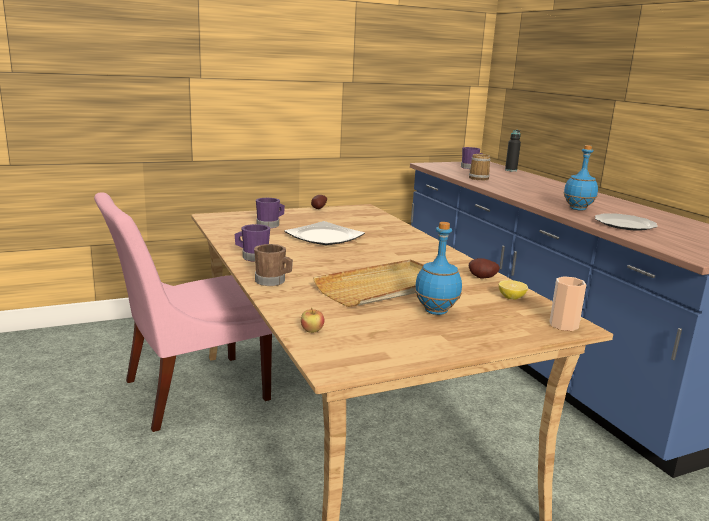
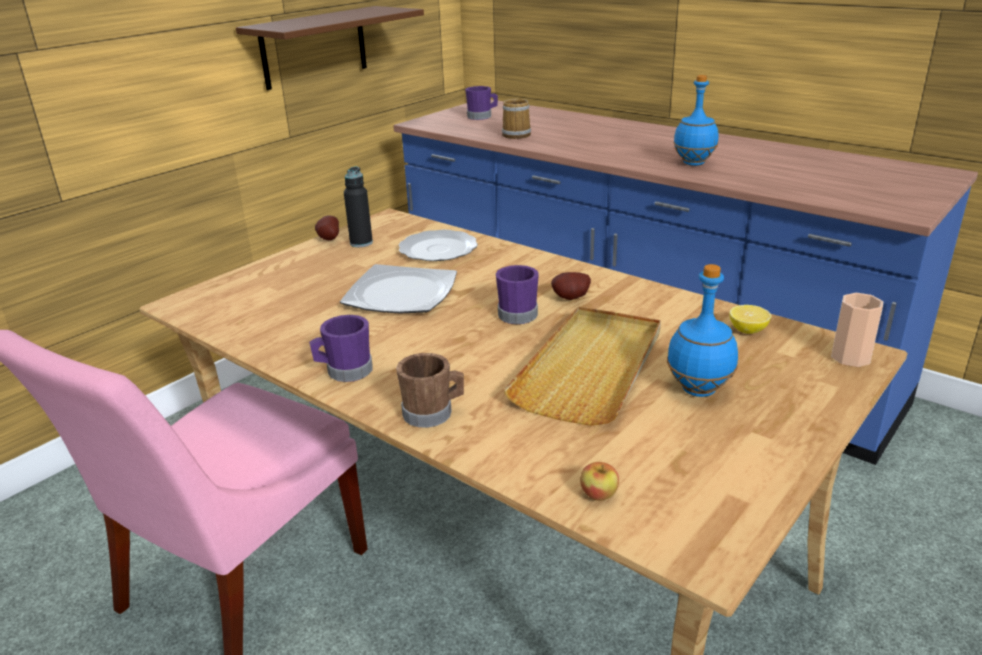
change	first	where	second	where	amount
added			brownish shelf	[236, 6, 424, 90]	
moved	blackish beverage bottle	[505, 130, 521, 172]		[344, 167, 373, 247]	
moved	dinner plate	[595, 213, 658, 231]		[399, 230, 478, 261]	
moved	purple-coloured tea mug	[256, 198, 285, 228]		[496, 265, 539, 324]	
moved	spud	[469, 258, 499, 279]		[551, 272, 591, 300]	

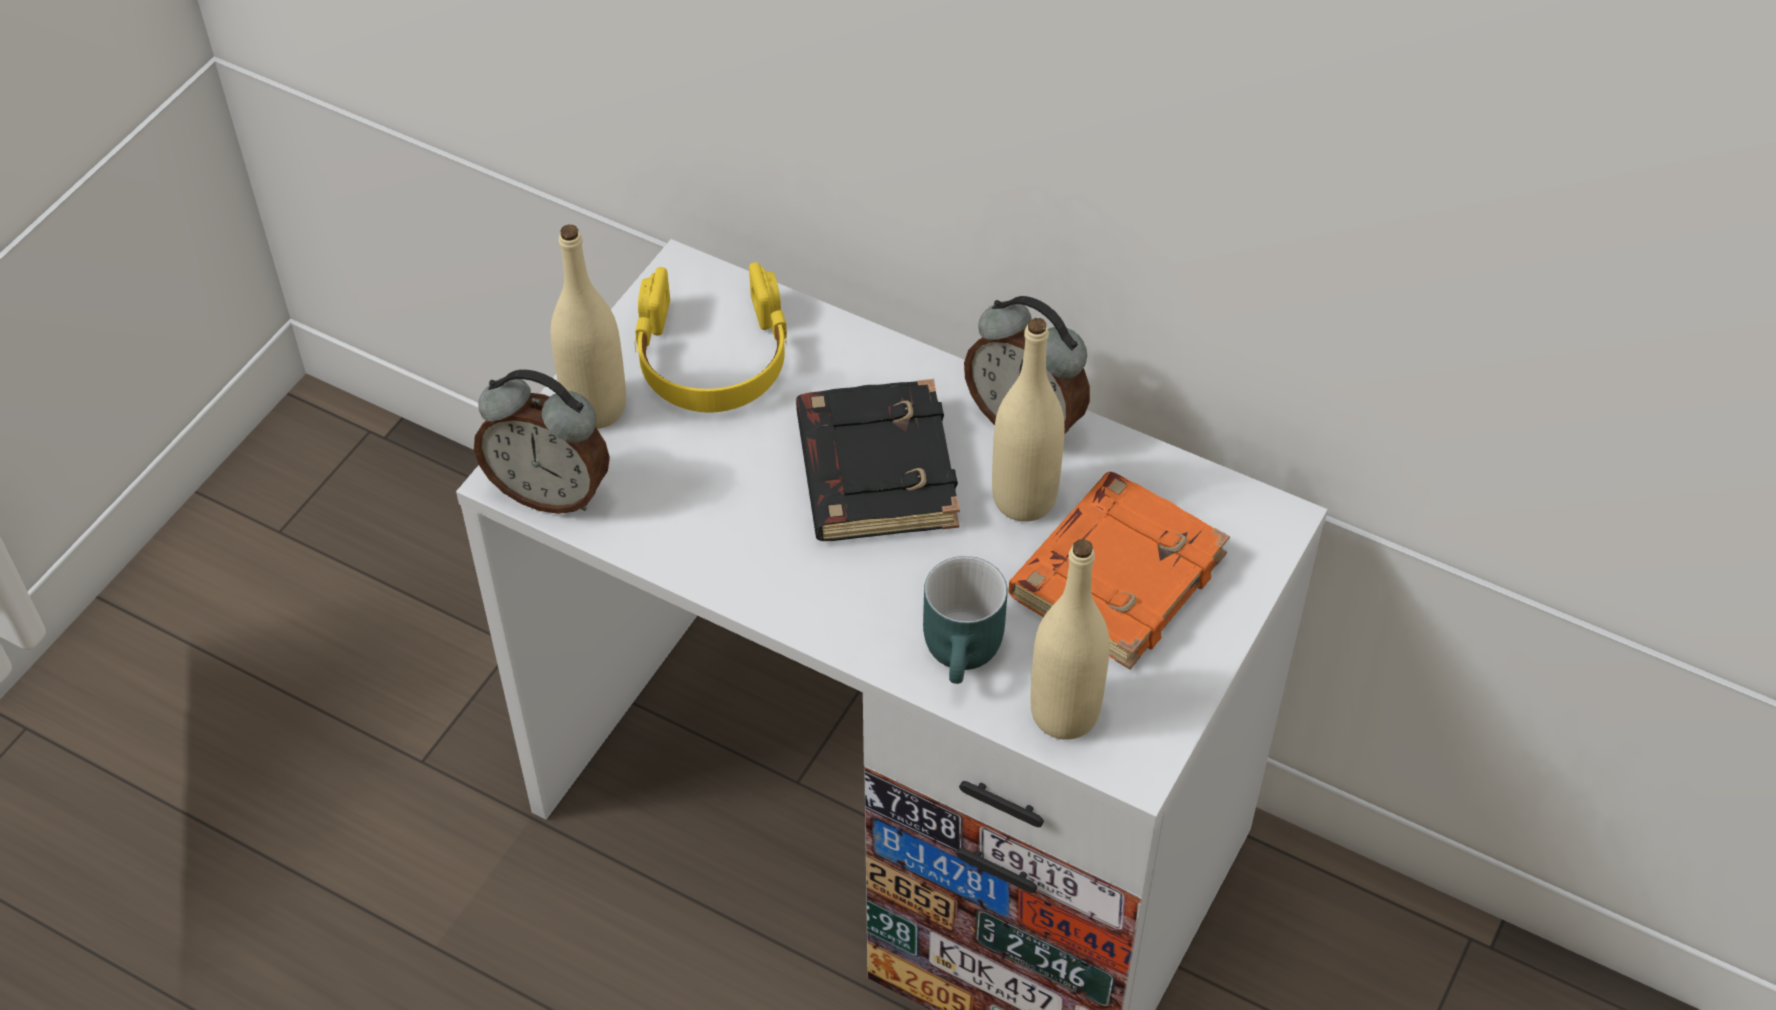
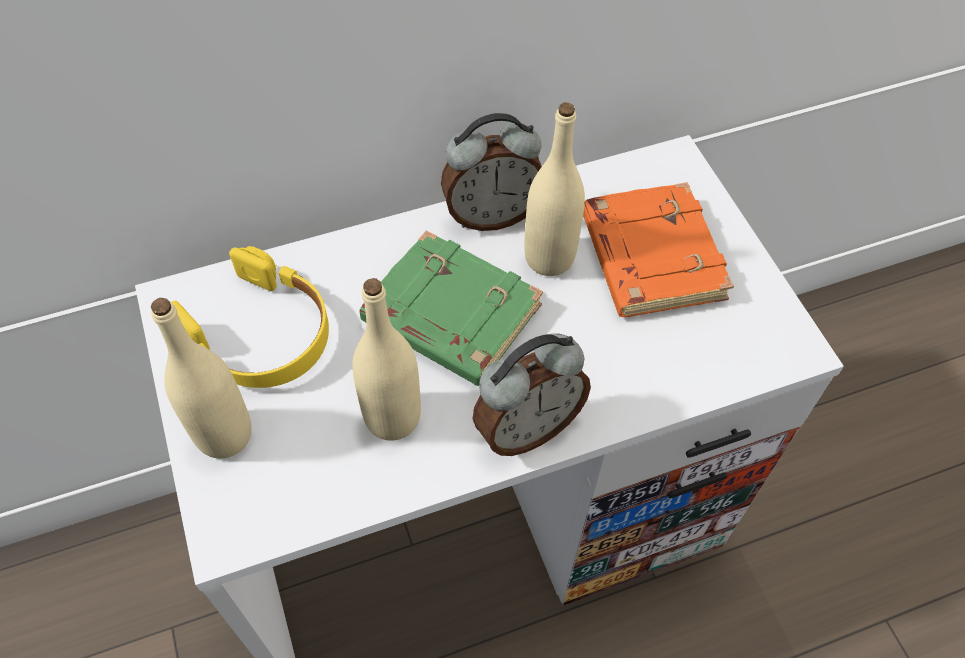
change	first	where	second	where	amount
moved	beige beverage bottle	[1030, 539, 1110, 740]		[353, 278, 421, 441]	
recoloured	blackish book	[796, 379, 960, 541]	green-coloured book	[359, 230, 543, 386]	
moved	alarm clock	[474, 370, 610, 514]		[473, 334, 591, 456]	
removed	turquoise-coloured tea mug	[923, 556, 1007, 684]			

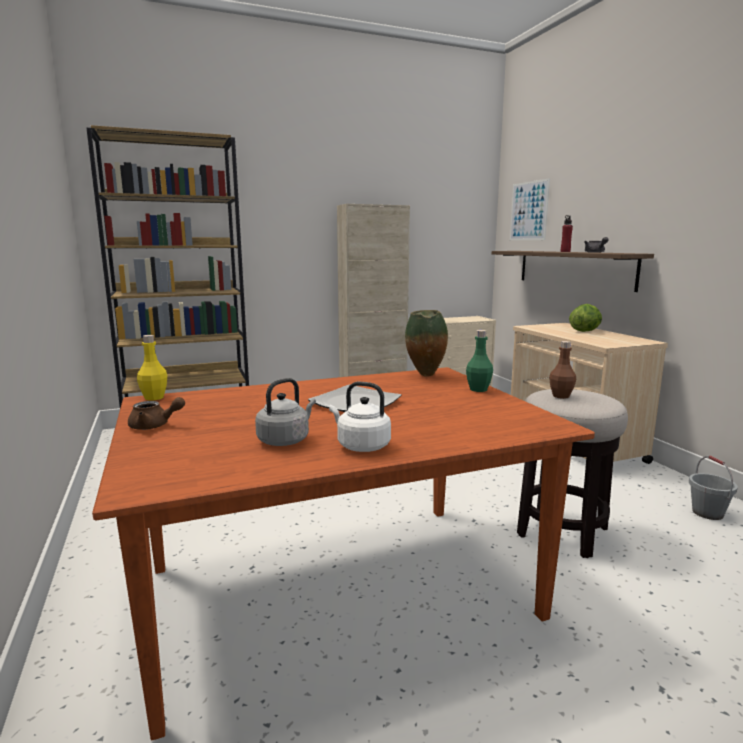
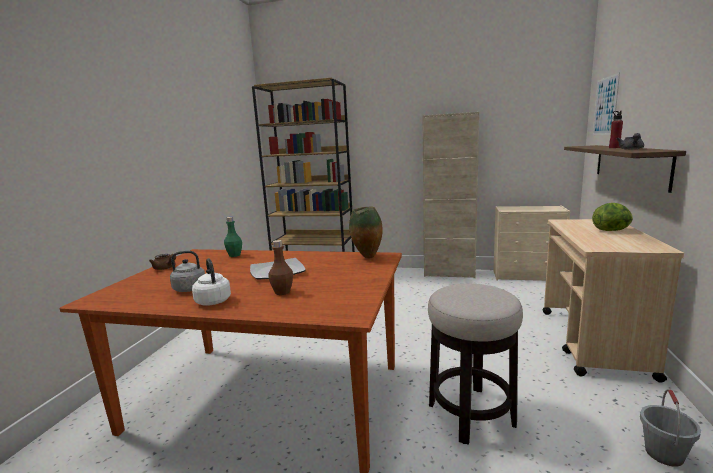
change	first	where	second	where	amount
moved	green-coloured beverage bottle	[466, 330, 493, 392]		[224, 217, 242, 257]	
moved	brownish beverage bottle	[549, 341, 576, 399]		[268, 240, 293, 295]	
removed	yellow-coloured beverage bottle	[137, 335, 167, 400]			

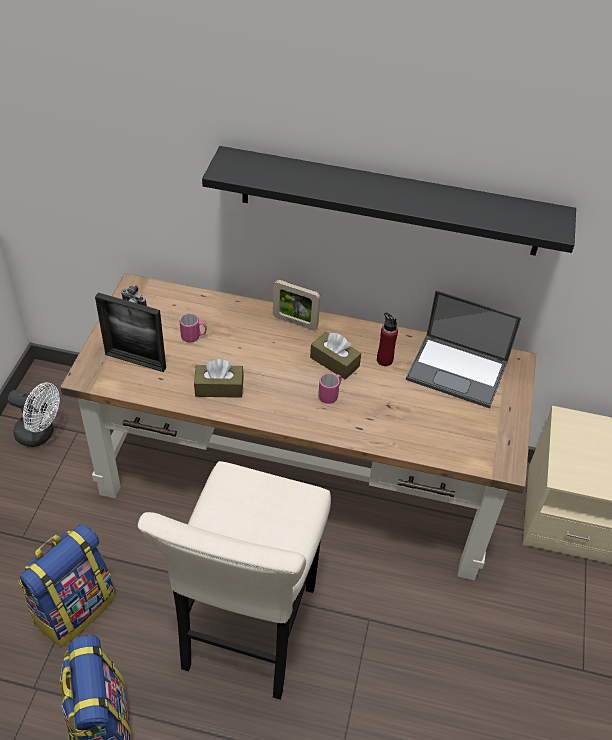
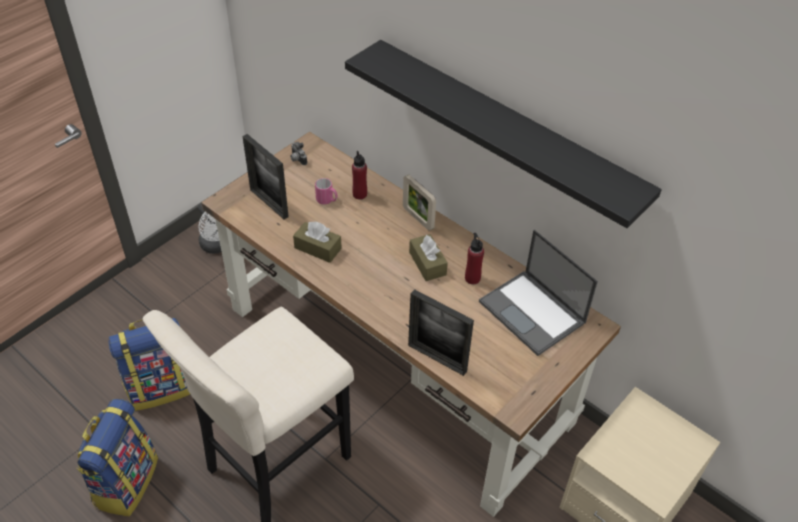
change	first	where	second	where	amount
added			red-coloured beverage bottle	[352, 151, 367, 200]	
added			standing frame	[408, 289, 474, 376]	
removed	pink tea mug	[318, 373, 341, 404]			

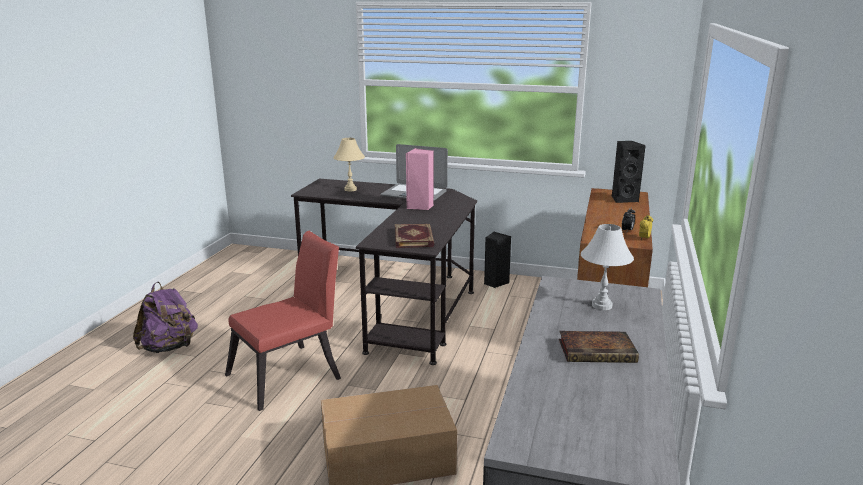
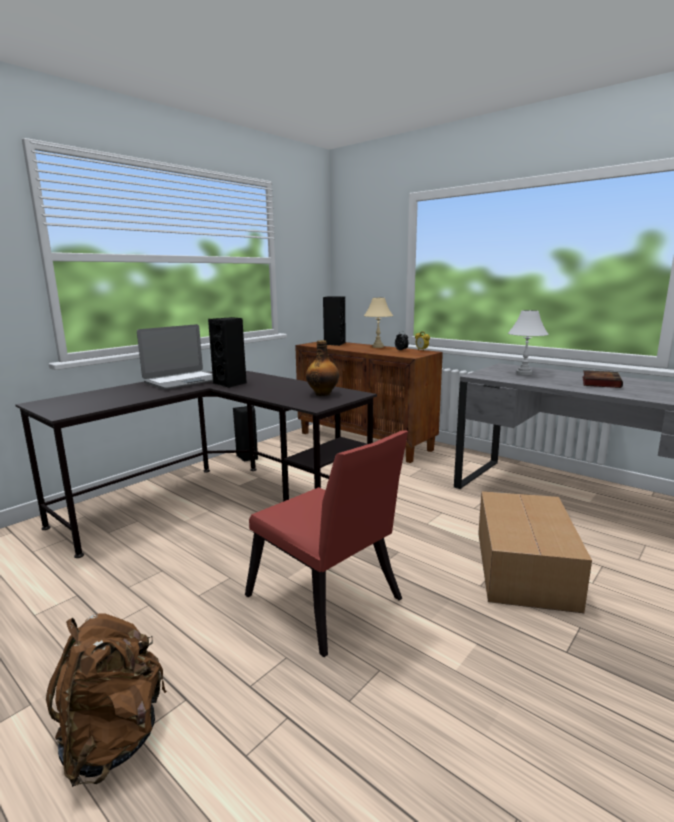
change	first	where	second	where	amount
recoloured	purple-coloured backpack	[133, 282, 198, 353]	brownish backpack	[46, 613, 167, 787]	
recoloured	pink audio speaker	[406, 148, 434, 210]	blackish audio speaker	[208, 317, 247, 388]	
turned	red-coloured chair	[225, 231, 341, 411]		[245, 431, 408, 657]	150 degrees clockwise
replaced	book	[395, 223, 434, 248]	beverage bottle	[306, 340, 339, 396]	
moved	beige table lamp	[333, 138, 365, 191]		[364, 297, 393, 348]	

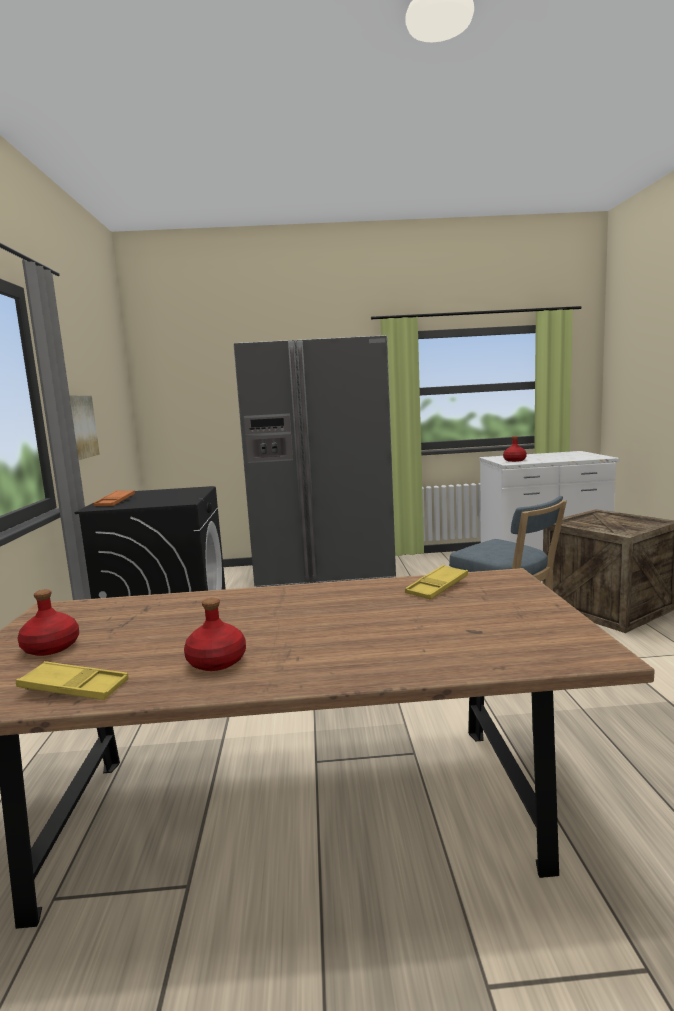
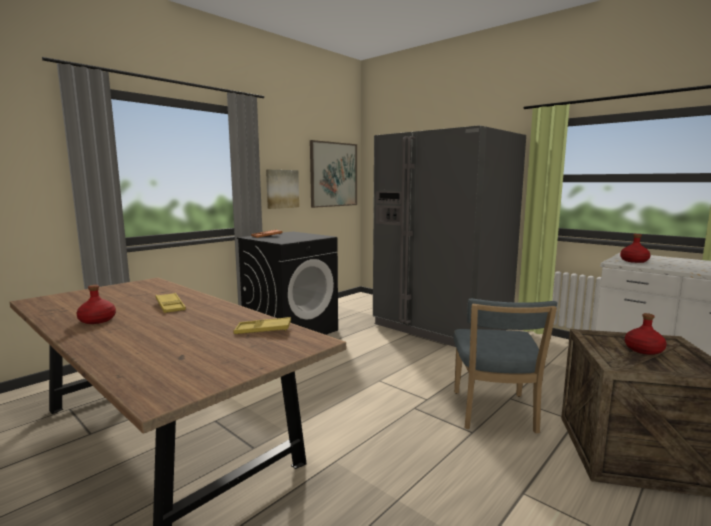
change	first	where	second	where	amount
moved	yellow-coloured carrying tray	[16, 661, 129, 700]		[156, 293, 186, 313]	
added			picture	[310, 140, 357, 208]	
moved	red-coloured beverage bottle	[17, 589, 79, 656]		[625, 313, 667, 355]	

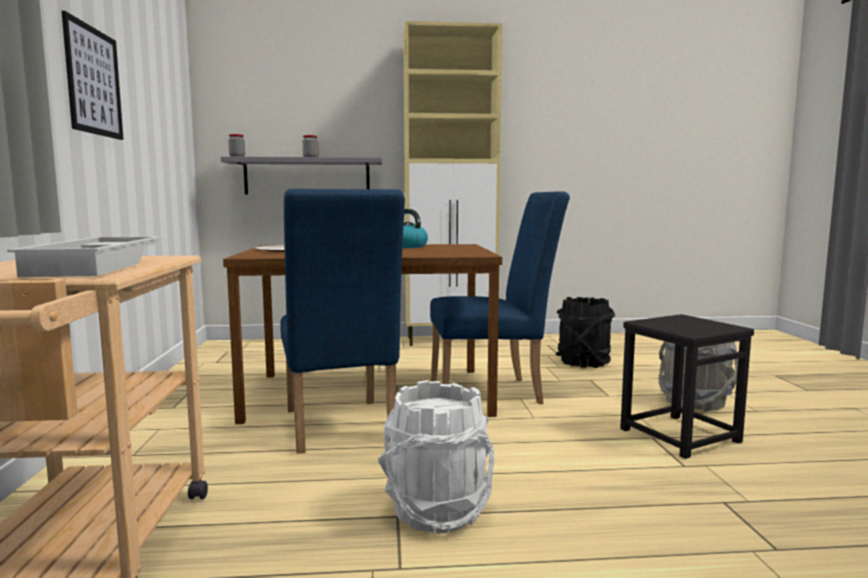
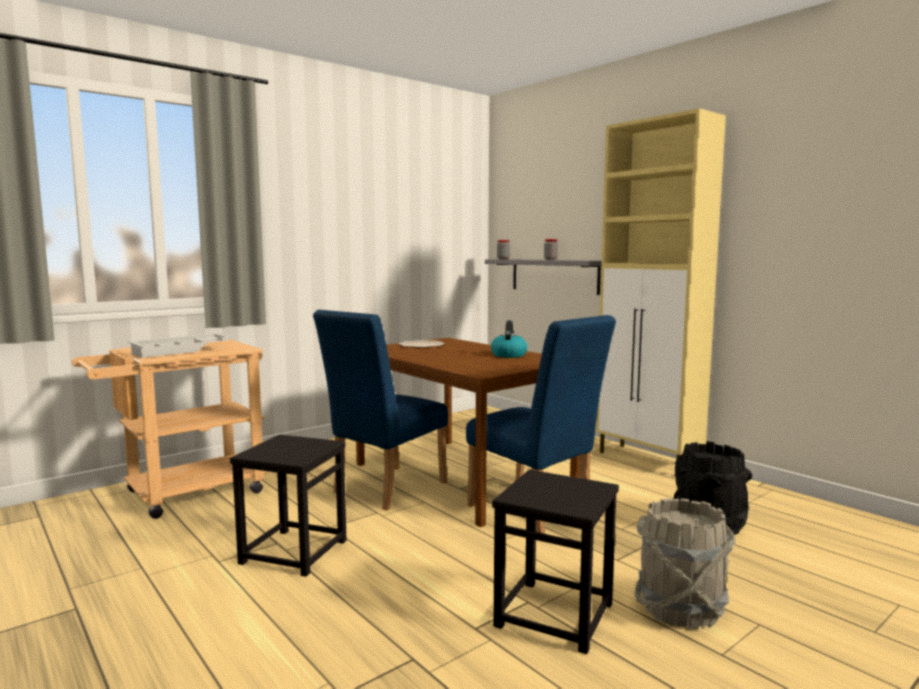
change	first	where	second	where	amount
replaced	whitish bucket	[378, 380, 494, 534]	blackish sitting stool	[230, 435, 347, 577]	
removed	picture	[62, 11, 123, 140]			

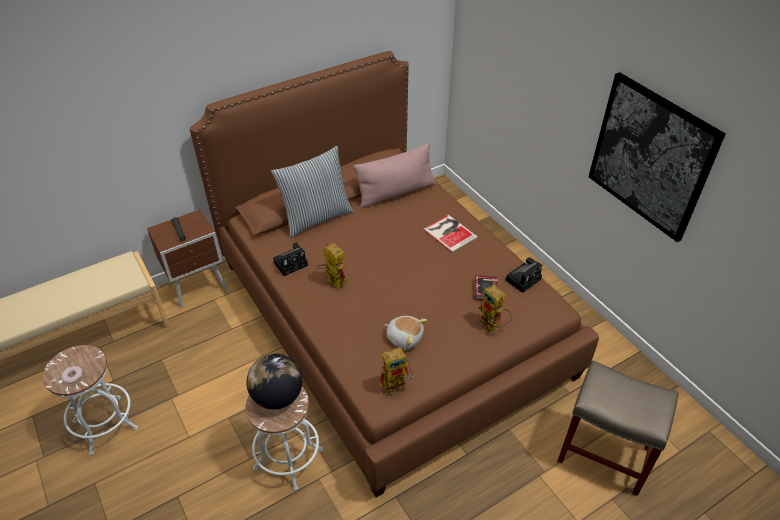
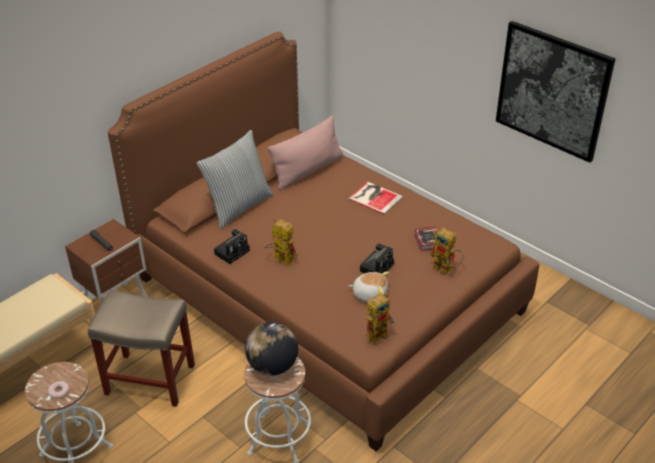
change	first	where	second	where	amount
moved	beige sitting stool	[557, 360, 679, 496]		[88, 289, 195, 407]	
moved	photo camera	[506, 257, 542, 293]		[360, 244, 394, 274]	

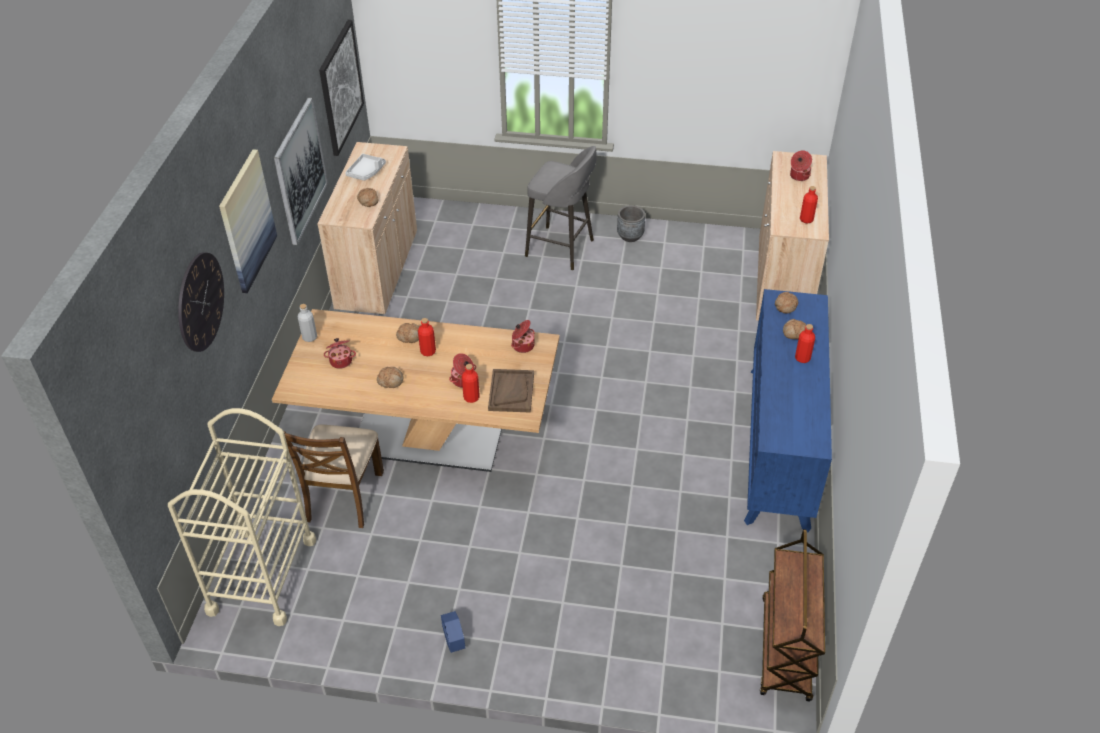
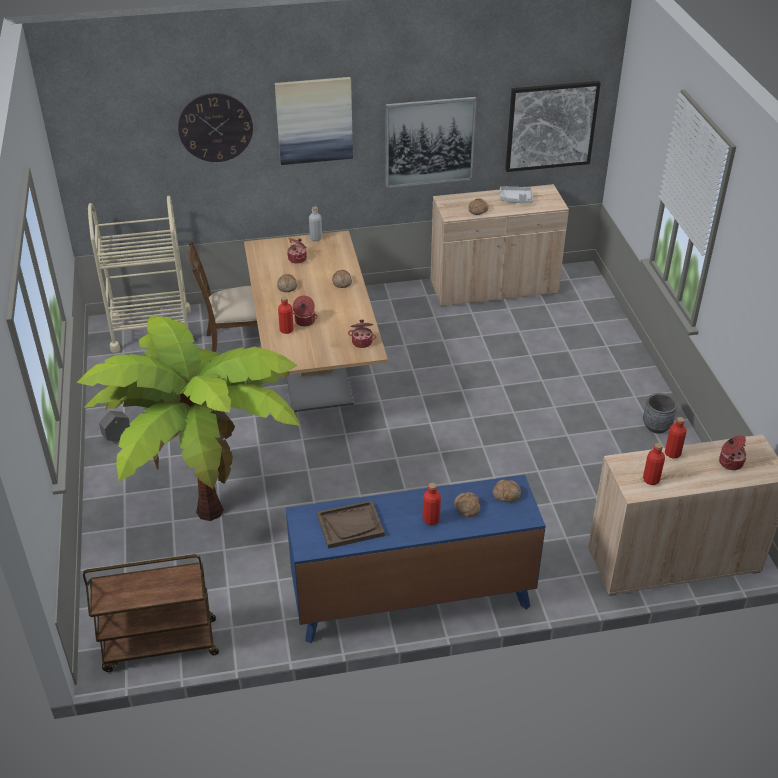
change	first	where	second	where	amount
added			potted plant	[76, 316, 300, 521]	
recoloured	blue-coloured planter	[441, 611, 465, 653]	greyish planter	[99, 411, 130, 441]	
moved	brownish carrying tray	[488, 369, 534, 413]		[317, 500, 385, 549]	
moved	red-coloured beverage bottle	[418, 318, 436, 356]		[665, 417, 687, 459]	
removed	greyish sitting stool	[525, 146, 597, 270]			

